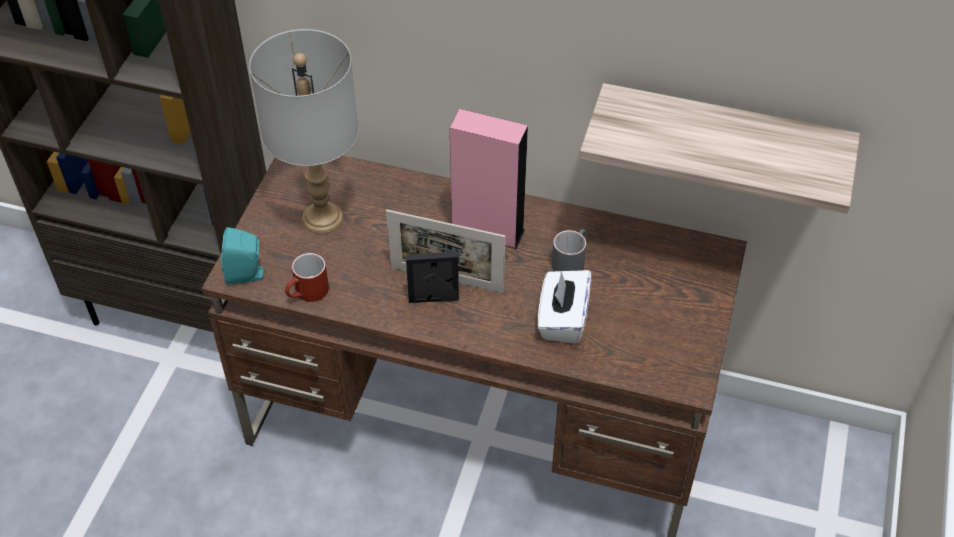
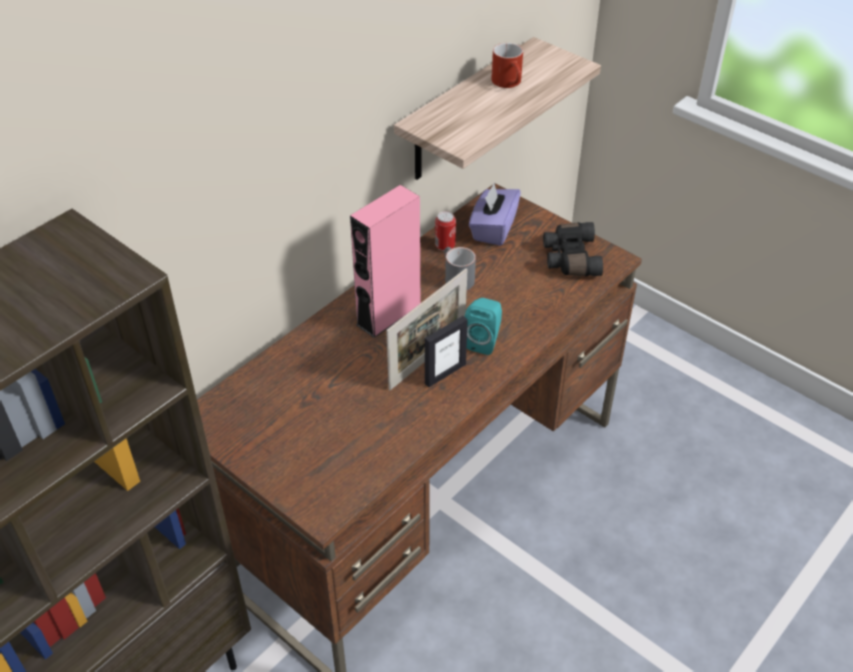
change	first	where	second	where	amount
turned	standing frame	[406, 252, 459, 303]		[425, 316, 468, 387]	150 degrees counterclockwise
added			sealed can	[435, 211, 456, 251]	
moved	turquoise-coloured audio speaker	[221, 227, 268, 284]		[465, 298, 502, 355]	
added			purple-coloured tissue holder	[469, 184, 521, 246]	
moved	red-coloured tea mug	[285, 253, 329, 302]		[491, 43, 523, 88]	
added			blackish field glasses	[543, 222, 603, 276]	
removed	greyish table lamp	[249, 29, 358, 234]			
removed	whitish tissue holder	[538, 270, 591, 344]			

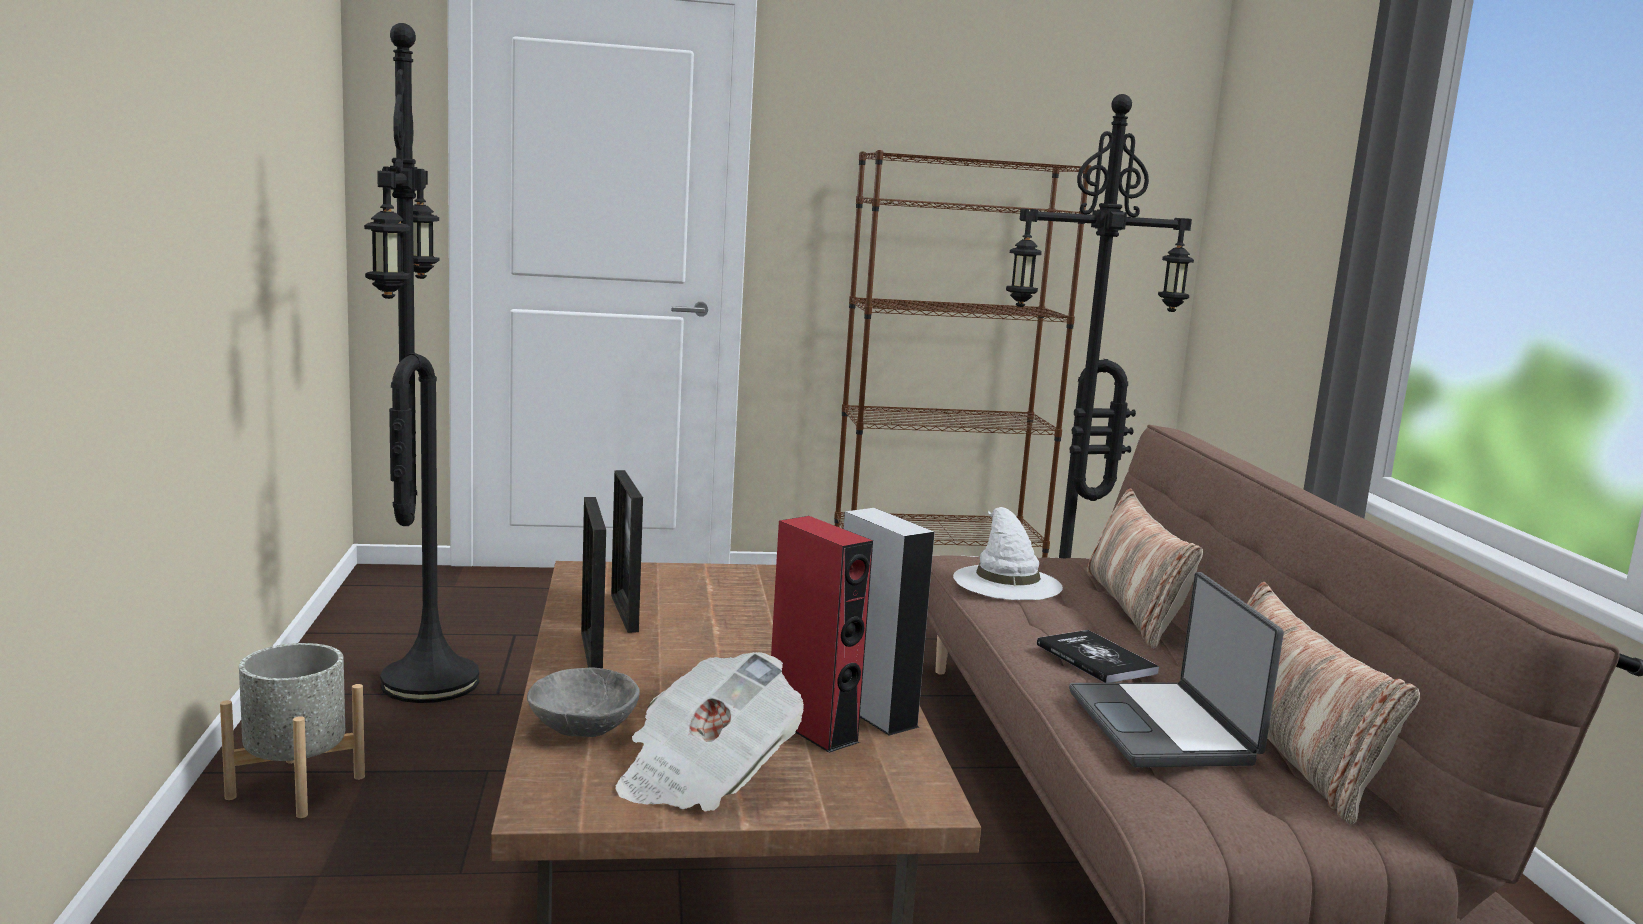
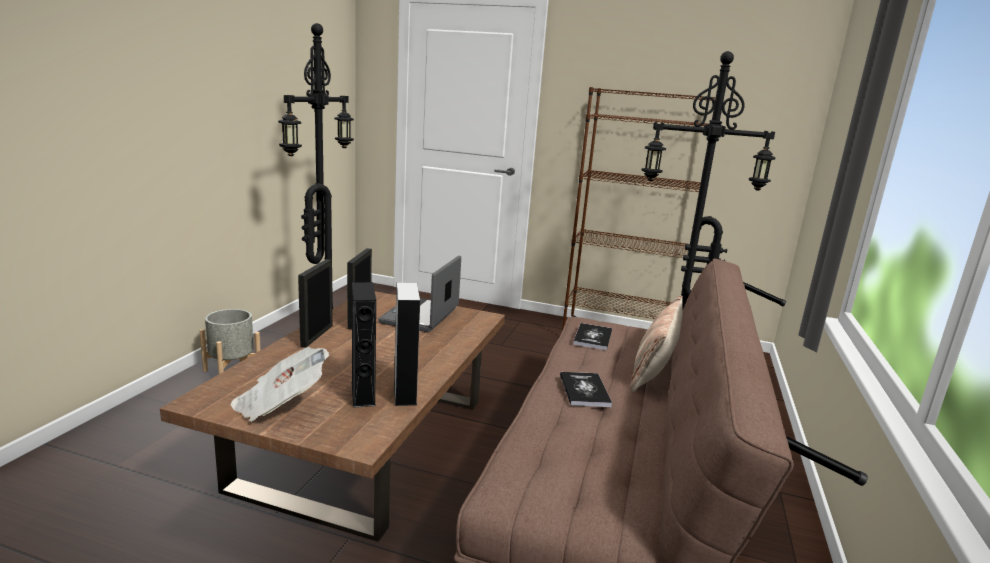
change	first	where	second	where	amount
recoloured	red-coloured audio speaker	[771, 516, 873, 753]	blackish audio speaker	[352, 282, 376, 407]	
moved	laptop	[1069, 572, 1284, 767]		[378, 256, 461, 332]	
replaced	whitish wearable hat	[953, 507, 1063, 600]	book	[573, 323, 612, 350]	
removed	greyish bowl	[527, 667, 640, 737]			
removed	cushion	[1247, 582, 1420, 824]			

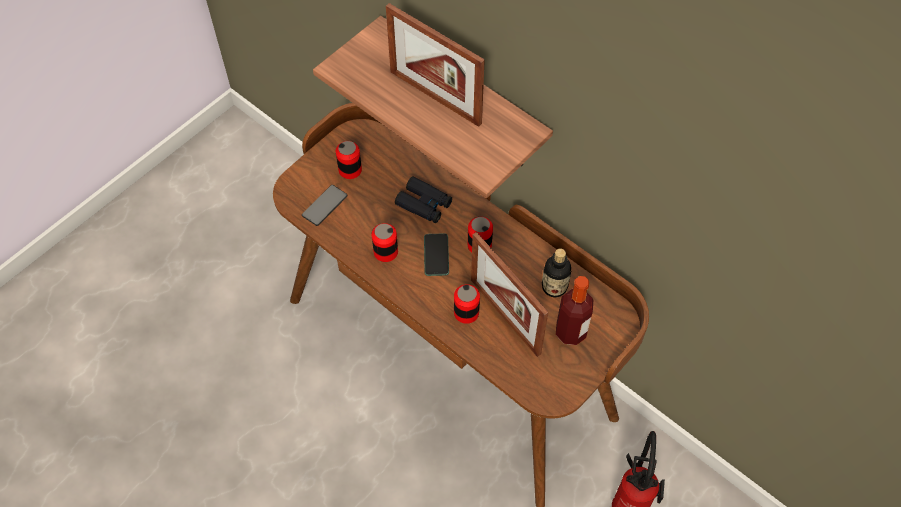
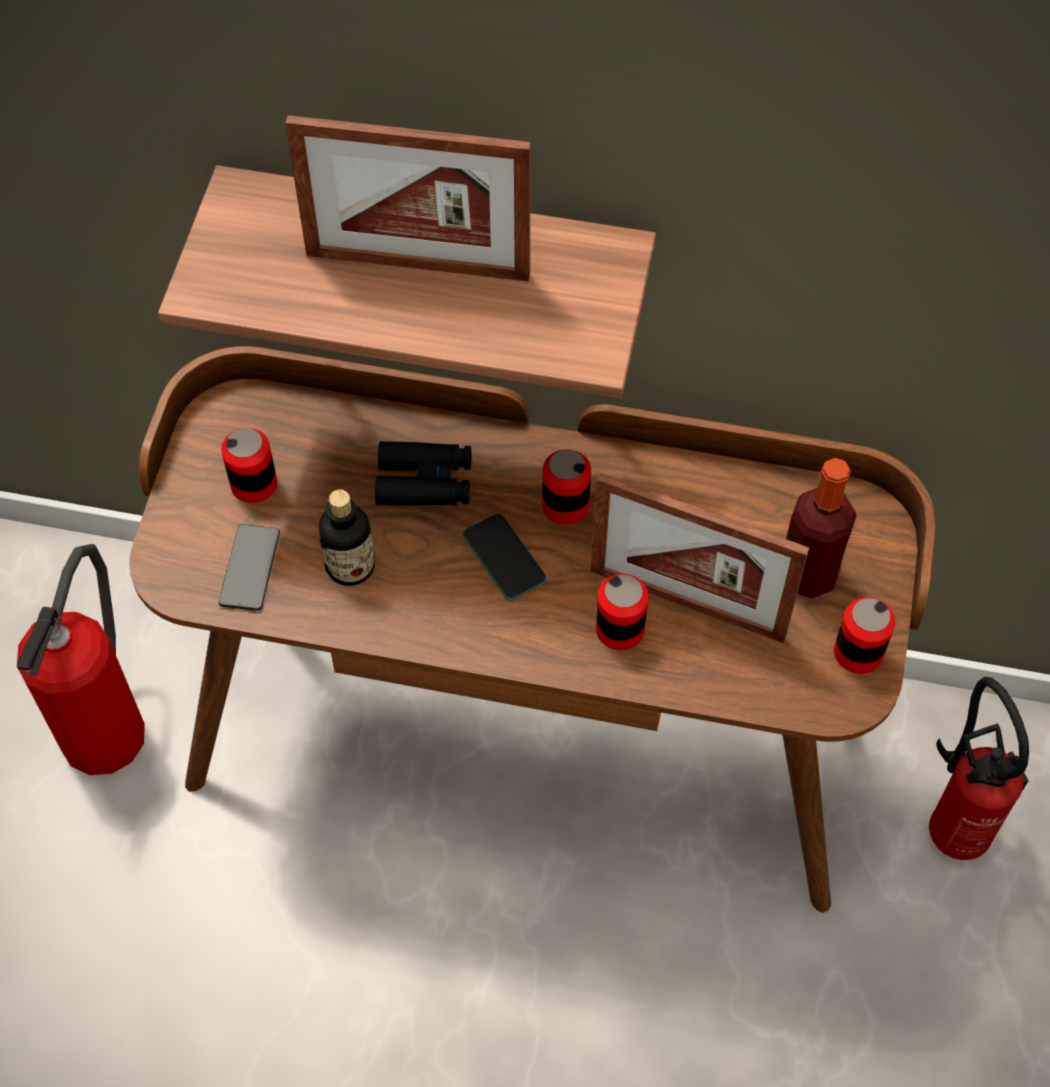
change	first	where	second	where	amount
added			extinguisher	[17, 544, 145, 775]	
moved	beverage bottle	[542, 249, 572, 297]		[319, 489, 375, 586]	
moved	sealed can	[372, 223, 398, 262]		[834, 597, 895, 674]	

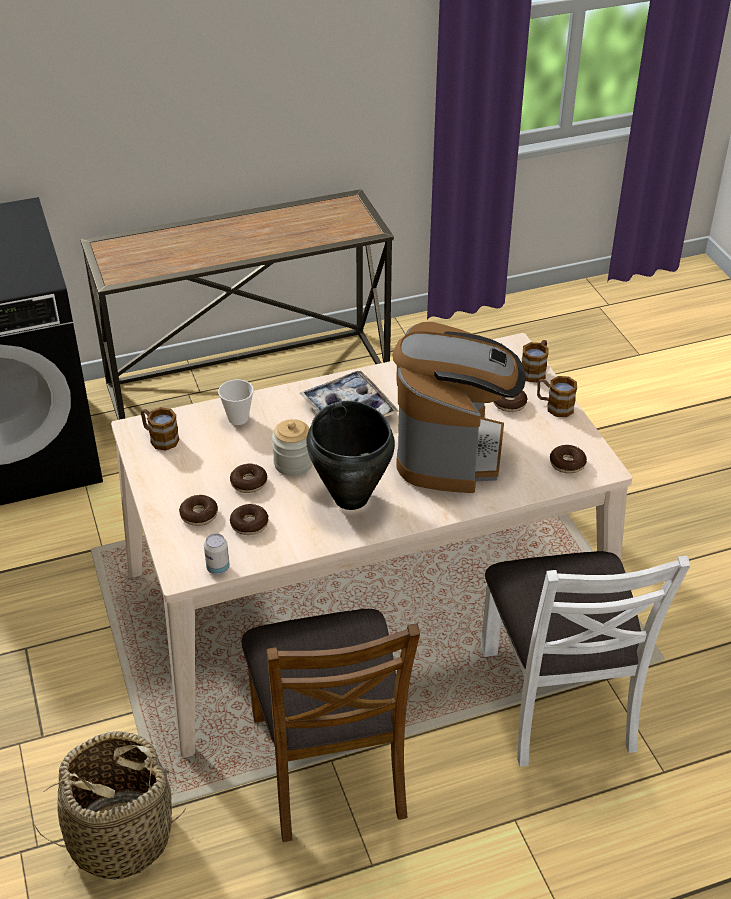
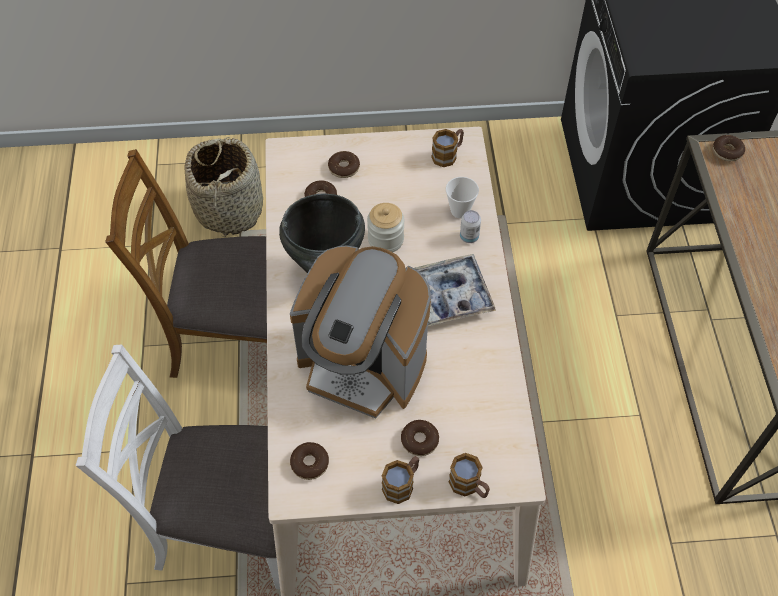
change	first	where	second	where	amount
moved	sealed can	[204, 533, 230, 575]		[460, 210, 481, 243]	
moved	donut	[230, 464, 267, 493]		[713, 135, 745, 161]	

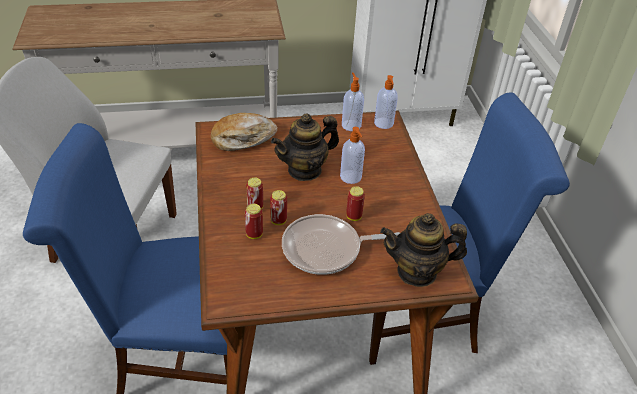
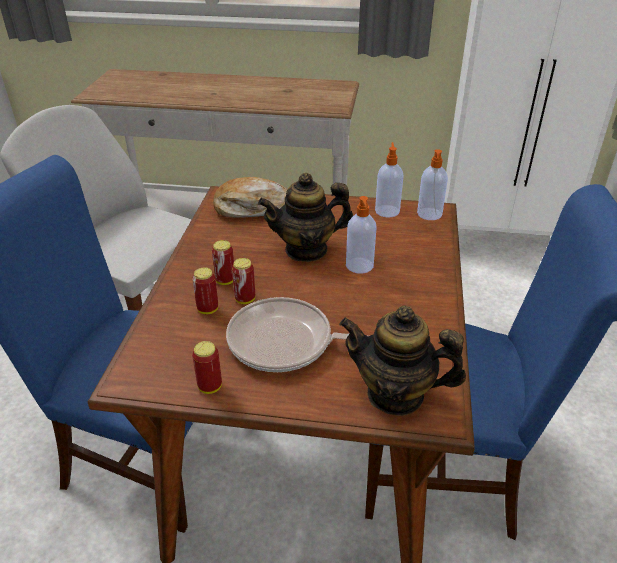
change	first	where	second	where	amount
moved	sealed can	[346, 186, 365, 221]		[192, 341, 222, 394]	

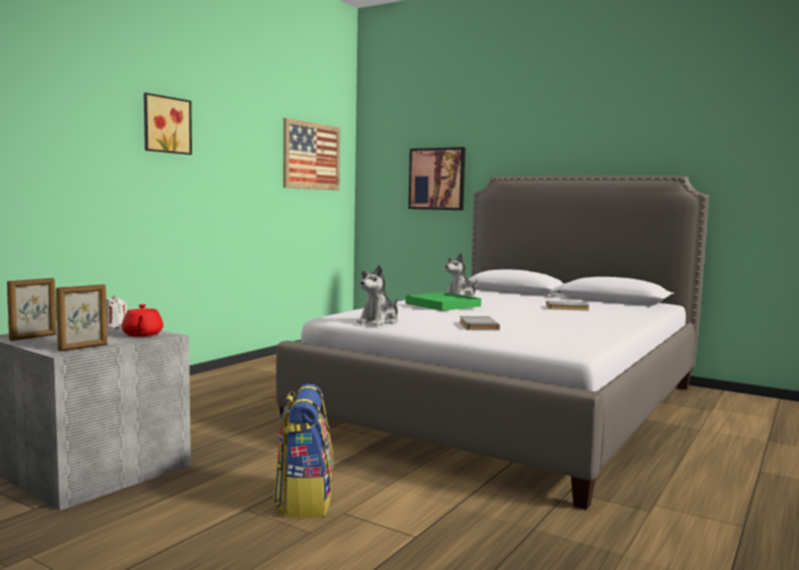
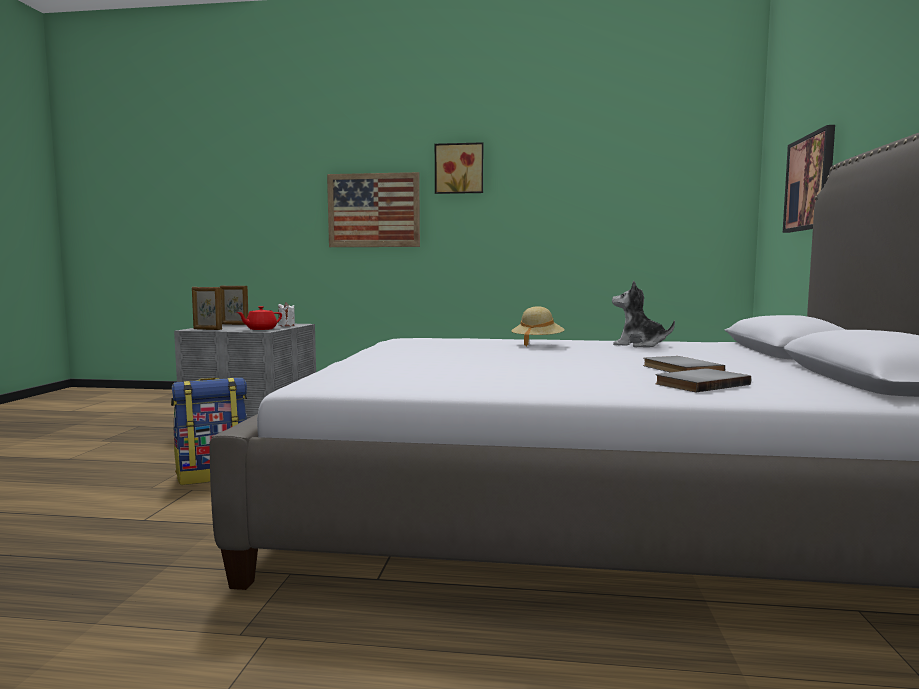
change	first	where	second	where	amount
moved	picture	[283, 118, 340, 190]		[327, 172, 420, 247]	
replaced	green-coloured carrying tray	[406, 292, 481, 311]	beige wearable hat	[511, 306, 565, 346]	
moved	greyish book	[460, 316, 500, 330]		[655, 368, 751, 392]	
removed	soft toy	[357, 264, 398, 326]			

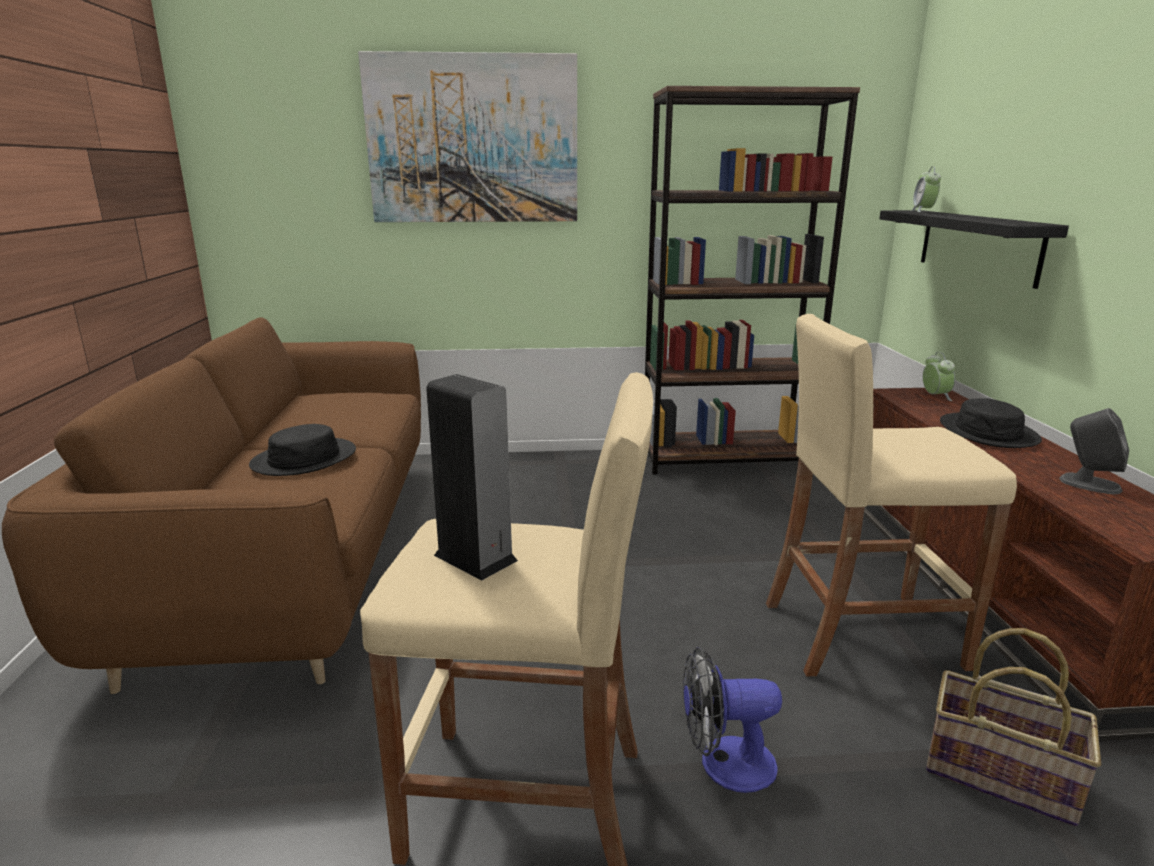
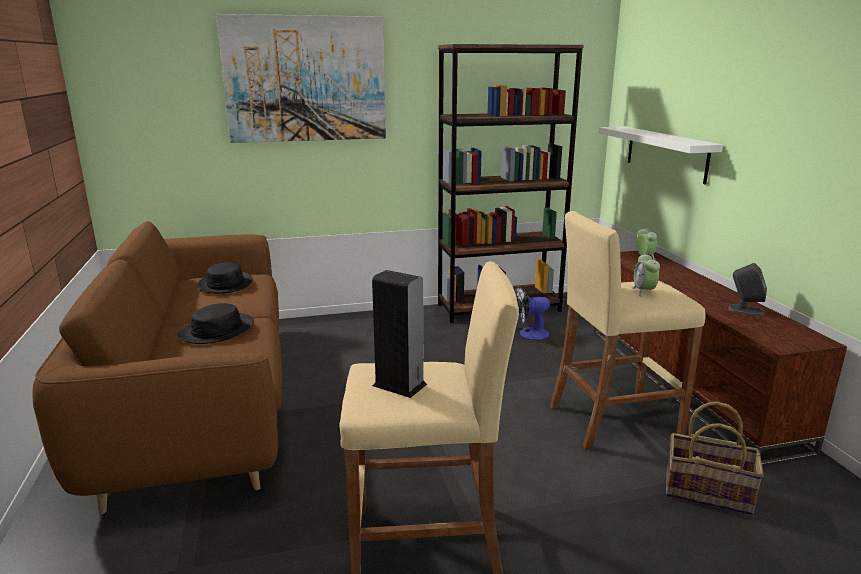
change	first	where	second	where	amount
moved	blackish wearable hat	[940, 398, 1042, 448]		[197, 262, 253, 294]	
moved	fan	[683, 647, 782, 793]		[514, 286, 550, 340]	
recoloured	blackish shelf	[879, 210, 1069, 289]	whitish shelf	[599, 127, 723, 184]	
moved	alarm clock	[911, 166, 941, 212]		[632, 252, 660, 297]	

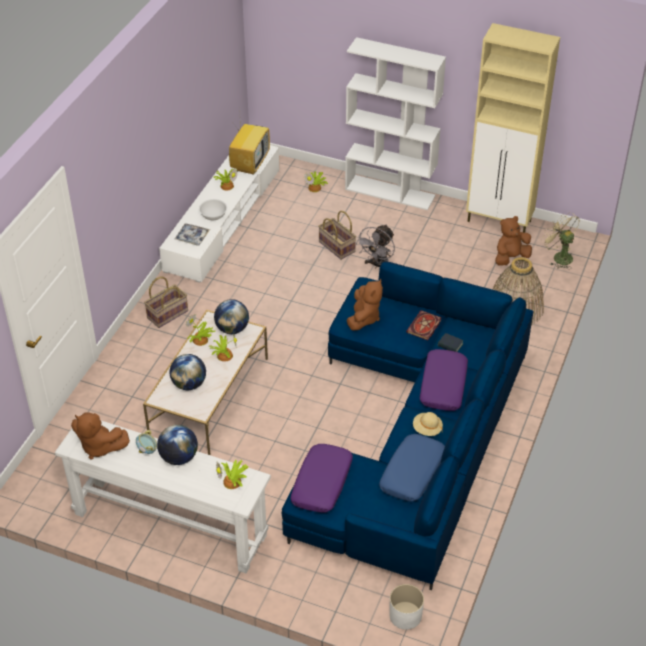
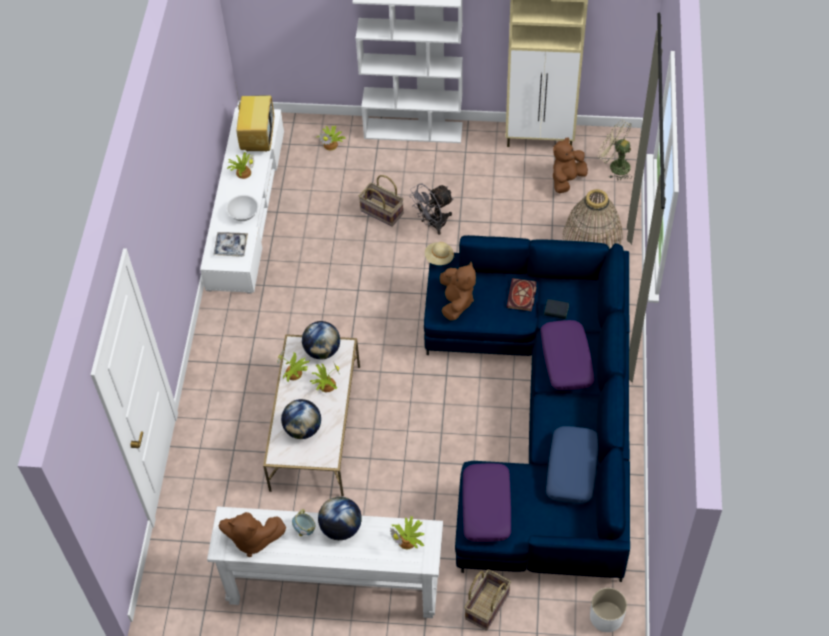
change	first	where	second	where	amount
turned	greyish fan	[356, 224, 395, 269]		[409, 184, 454, 235]	45 degrees clockwise
moved	beige wearable hat	[413, 412, 443, 436]		[425, 242, 454, 265]	
moved	storage basket	[144, 277, 188, 328]		[464, 569, 511, 631]	

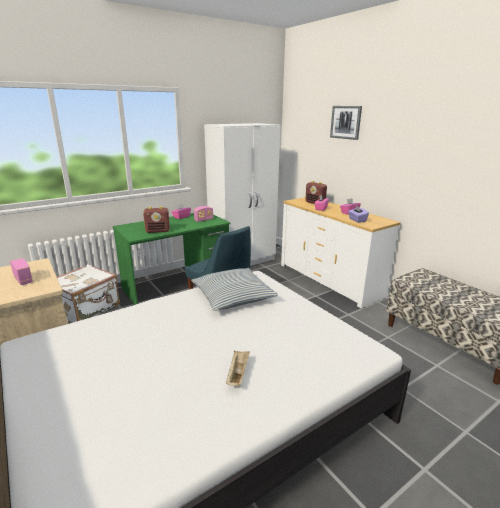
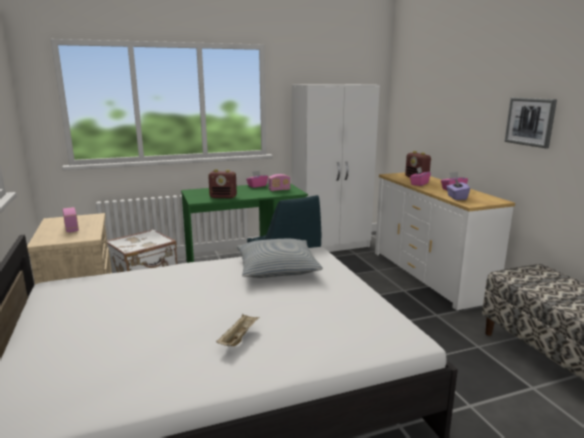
change	first	where	second	where	amount
moved	picture	[330, 106, 362, 140]		[505, 97, 557, 148]	

